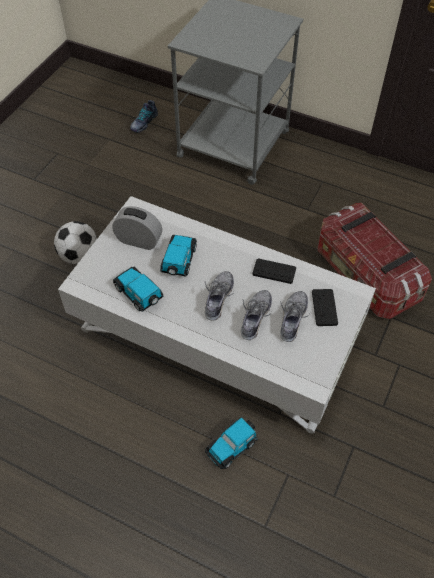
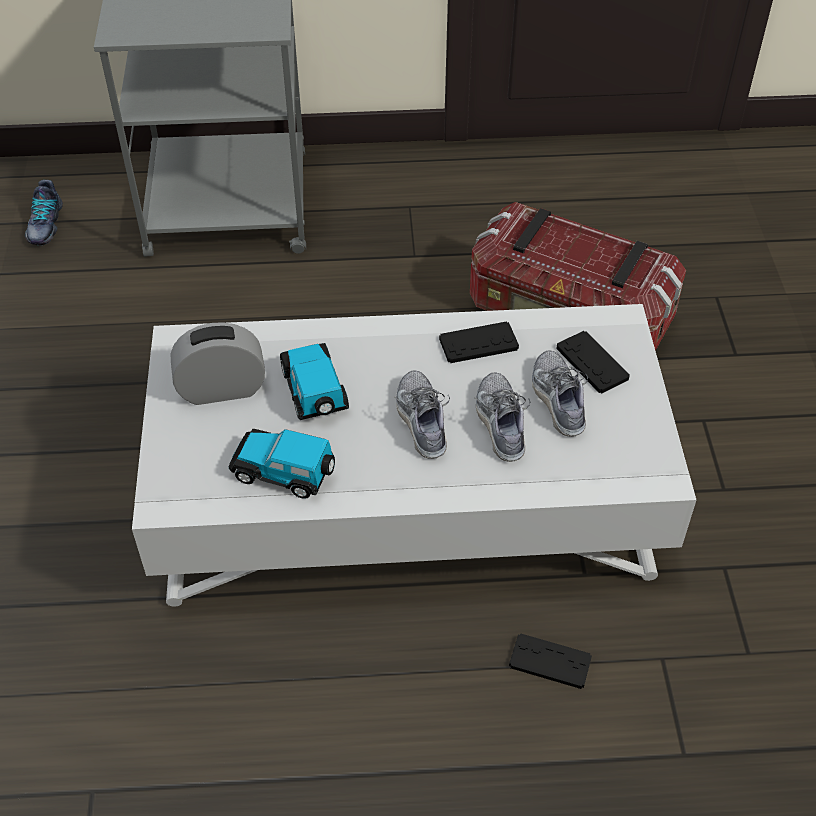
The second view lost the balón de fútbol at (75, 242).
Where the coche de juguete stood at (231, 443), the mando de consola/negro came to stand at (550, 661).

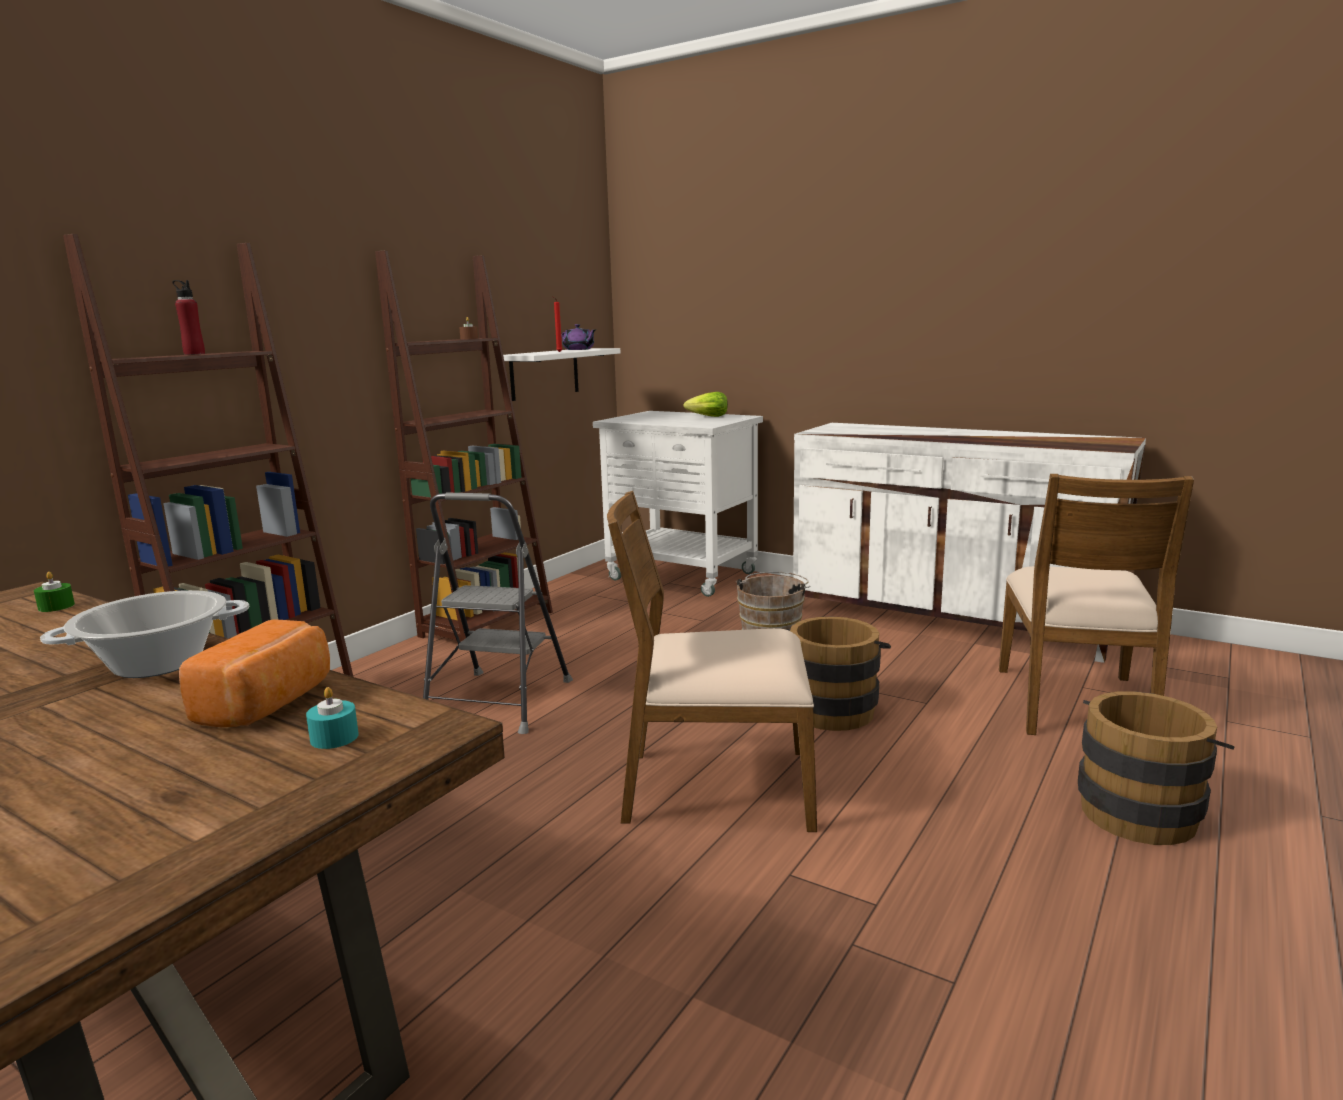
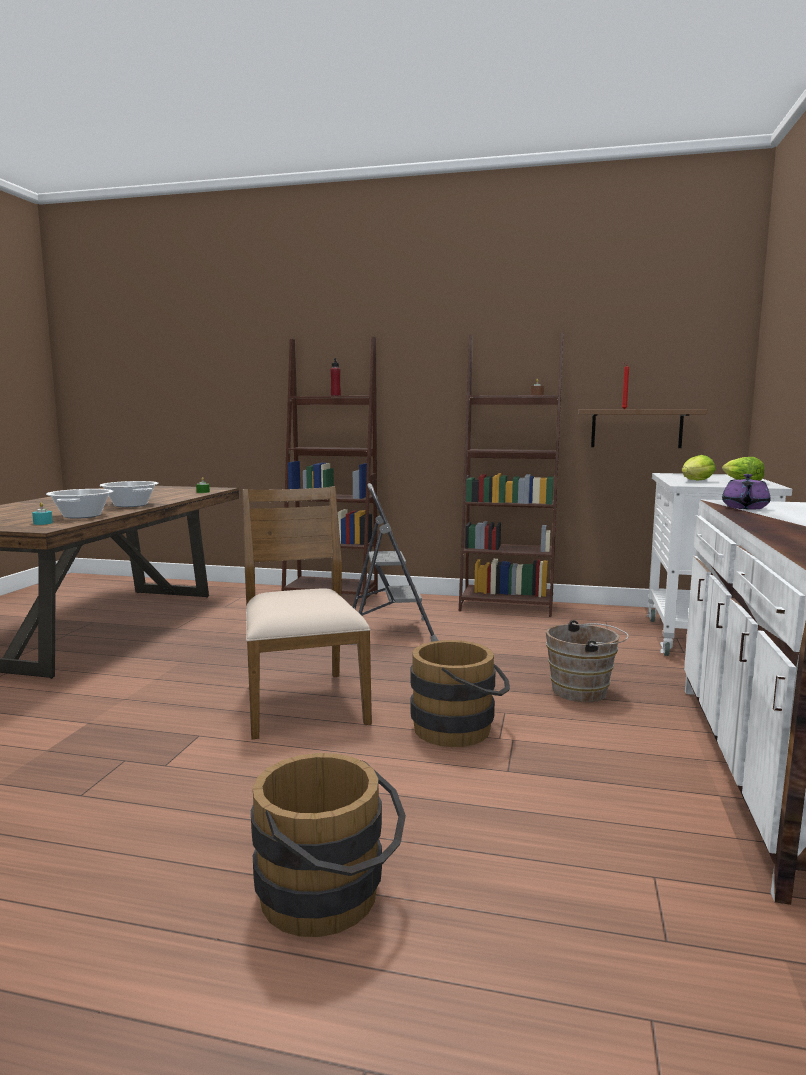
Where the pan stood at (254, 673), the olla came to stand at (79, 504).
What was the estante/blanco at (561, 374) turned into the estante/marrón at (642, 429).
The tetera/morado ended up elsewhere, having gone from (578, 337) to (746, 491).
The second view lost the silla/marrón at (1096, 604).
The second view gained the lechuga at (699, 468).

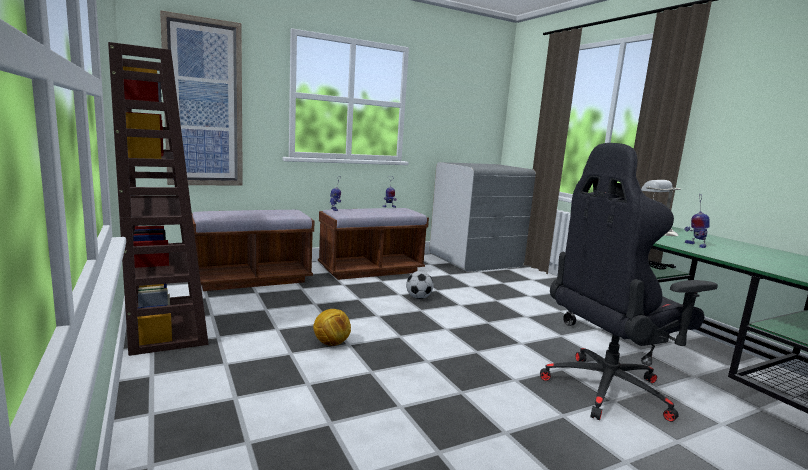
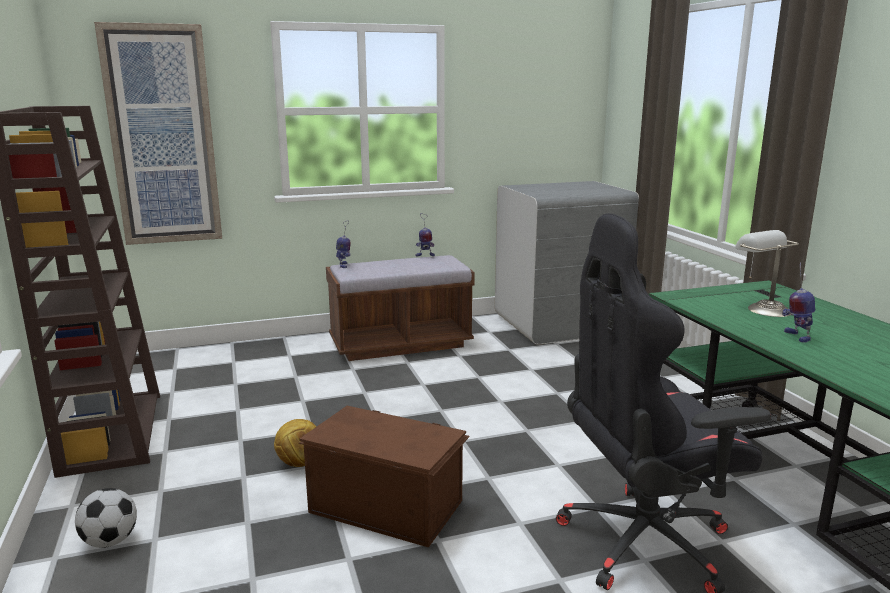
The second view lost the banco/marrón at (253, 250).
The balón de fútbol ended up elsewhere, having gone from (419, 285) to (106, 518).
The second view gained the caja de almacenaje/marrón at (384, 477).

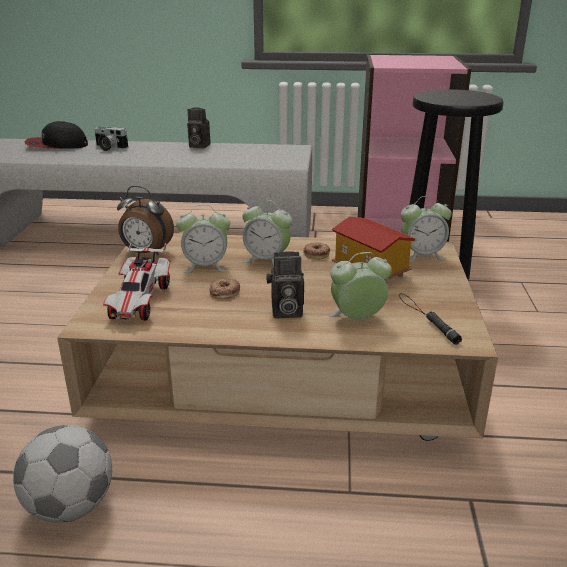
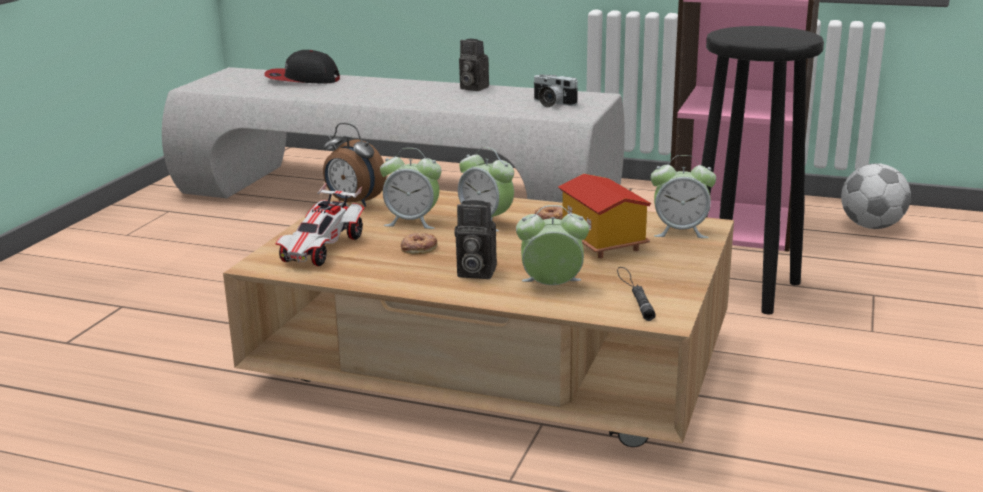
The balón de fútbol ended up elsewhere, having gone from (62, 474) to (876, 196).
The cámara ended up elsewhere, having gone from (111, 139) to (556, 91).

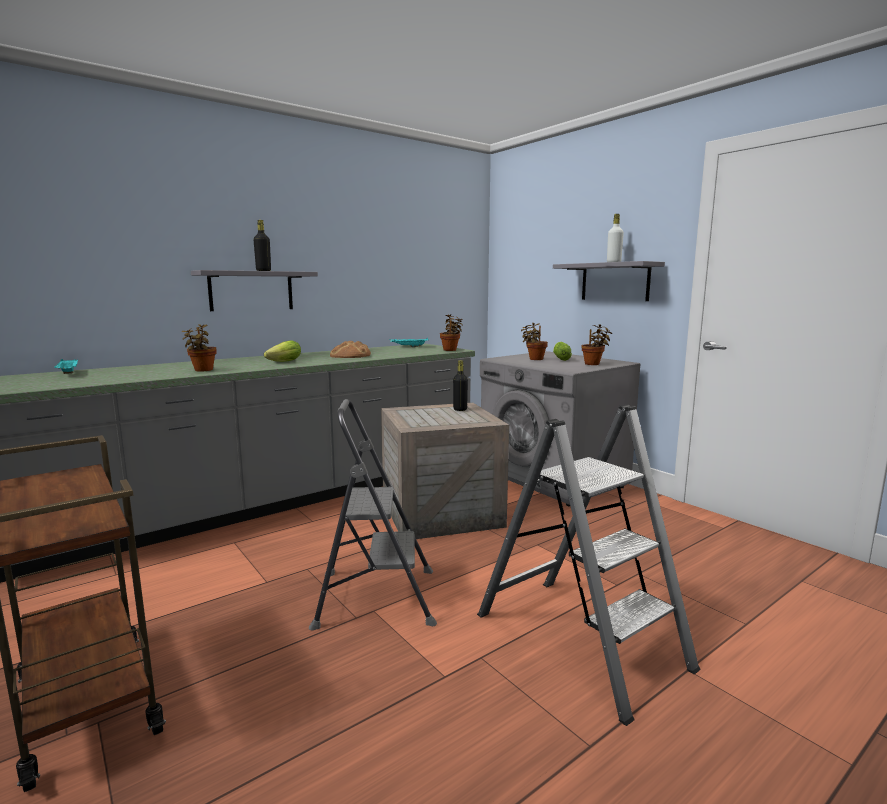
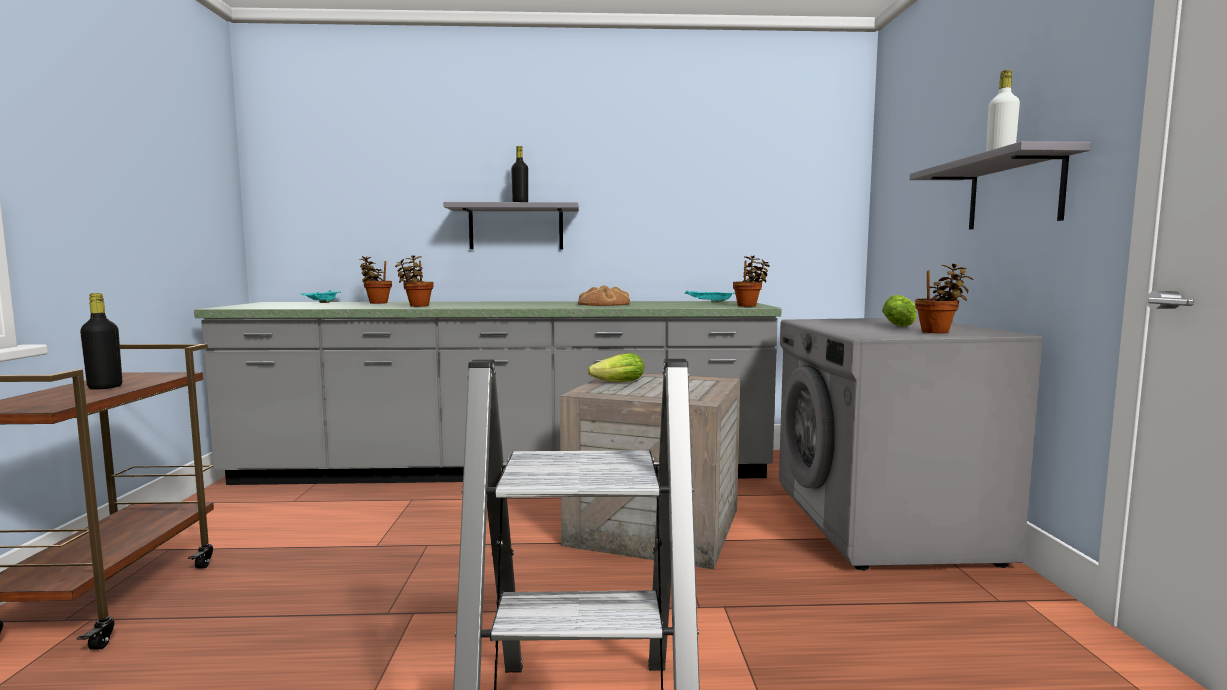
The lechuga ended up elsewhere, having gone from (282, 351) to (616, 367).
The second view lost the escalera de tijera/gris at (373, 514).
The botella/negro ended up elsewhere, having gone from (460, 385) to (101, 341).
The planta en maceta ended up elsewhere, having gone from (534, 341) to (375, 280).

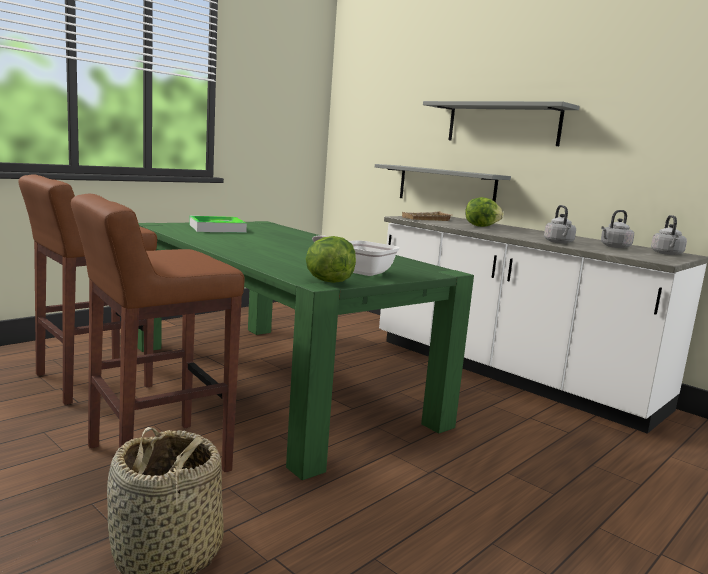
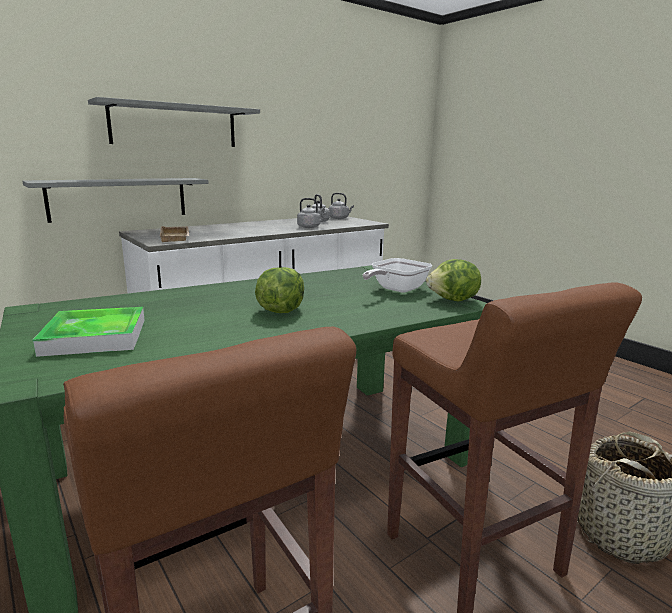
The lechuga ended up elsewhere, having gone from (484, 212) to (279, 290).

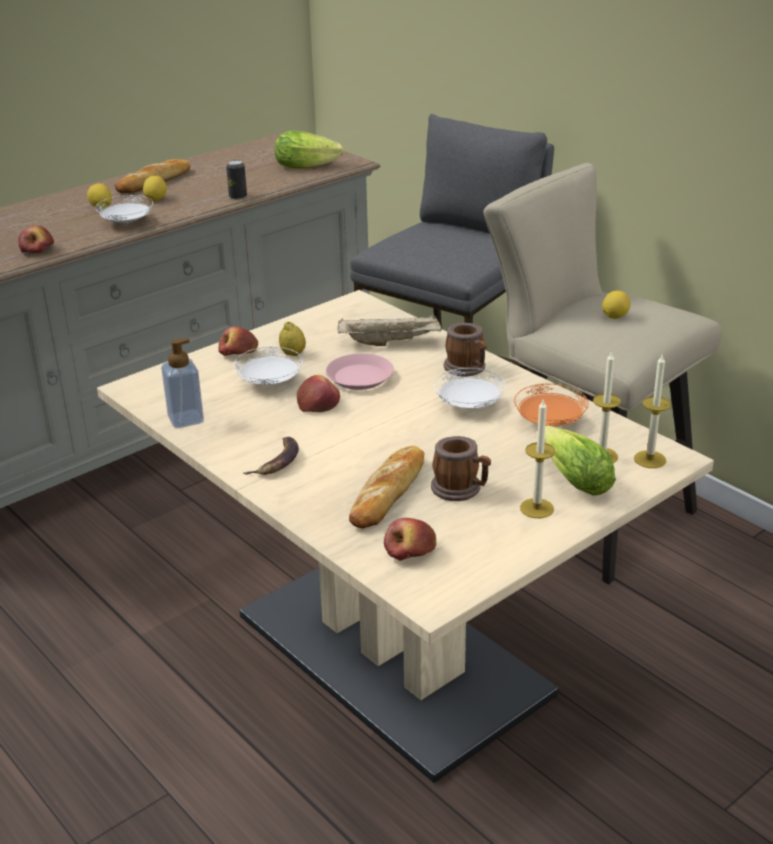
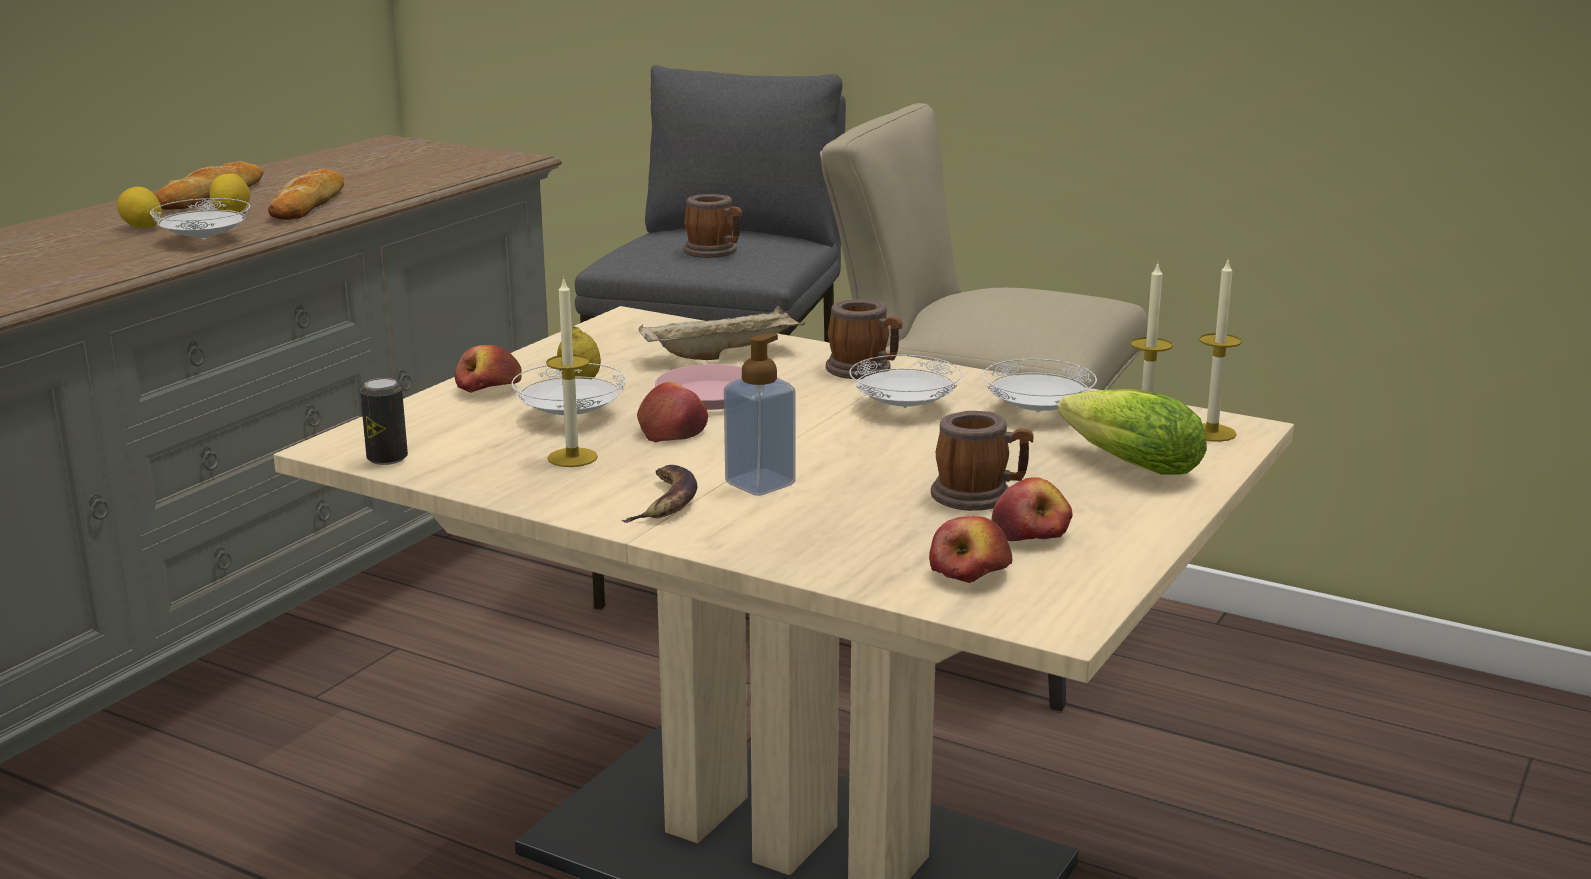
The manzana ended up elsewhere, having gone from (36, 239) to (1032, 509).
The dispensador de jabón ended up elsewhere, having gone from (182, 383) to (759, 414).
The lata ended up elsewhere, having gone from (236, 180) to (384, 421).
The second view lost the lechuga at (309, 150).
The pan ended up elsewhere, having gone from (387, 487) to (306, 194).
What was the plato/naranja at (551, 405) turned into the plato/blanco at (1040, 385).
The vela ended up elsewhere, having gone from (537, 458) to (572, 372).
The second view lost the limón at (616, 305).
The second view gained the taza grande at (712, 226).

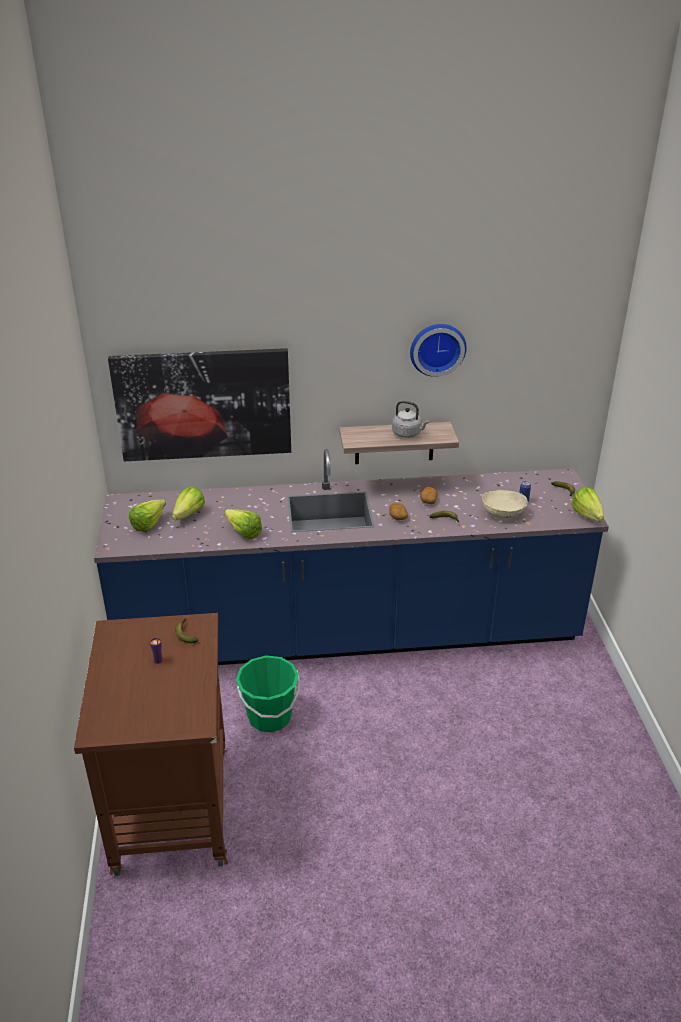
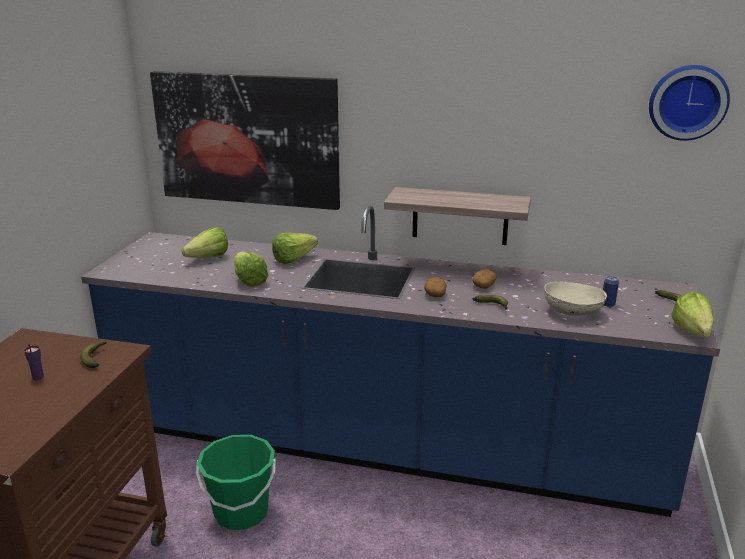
The lechuga ended up elsewhere, having gone from (147, 515) to (295, 248).
The second view lost the hervidor/gris at (410, 419).
The reloj de pared ended up elsewhere, having gone from (438, 350) to (689, 103).

